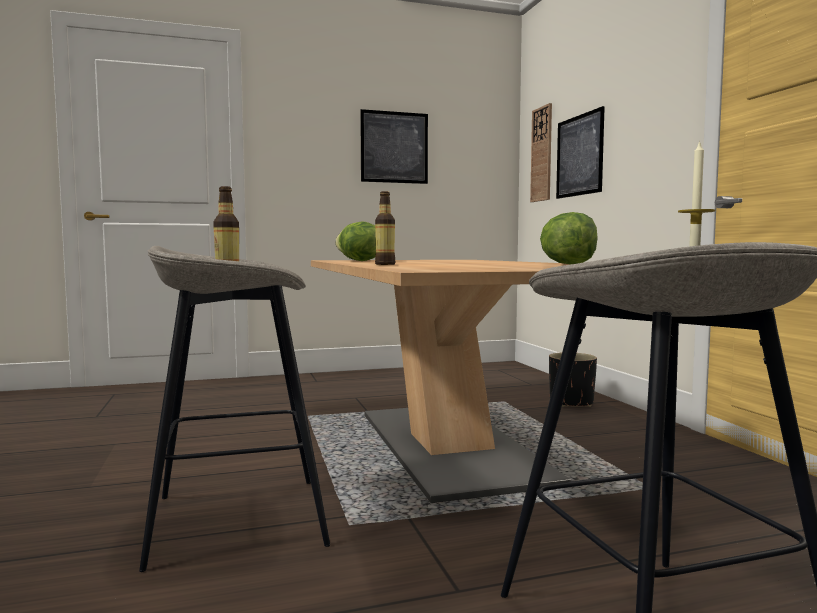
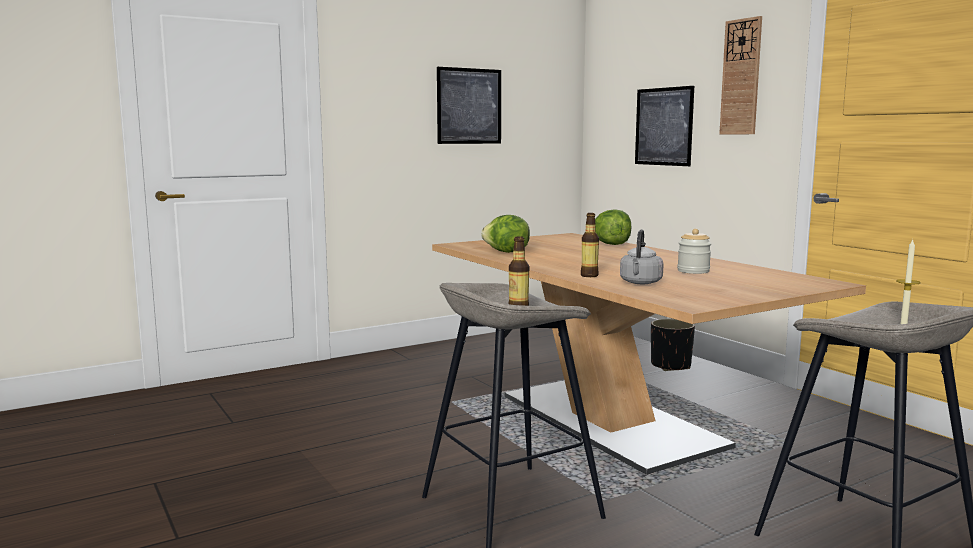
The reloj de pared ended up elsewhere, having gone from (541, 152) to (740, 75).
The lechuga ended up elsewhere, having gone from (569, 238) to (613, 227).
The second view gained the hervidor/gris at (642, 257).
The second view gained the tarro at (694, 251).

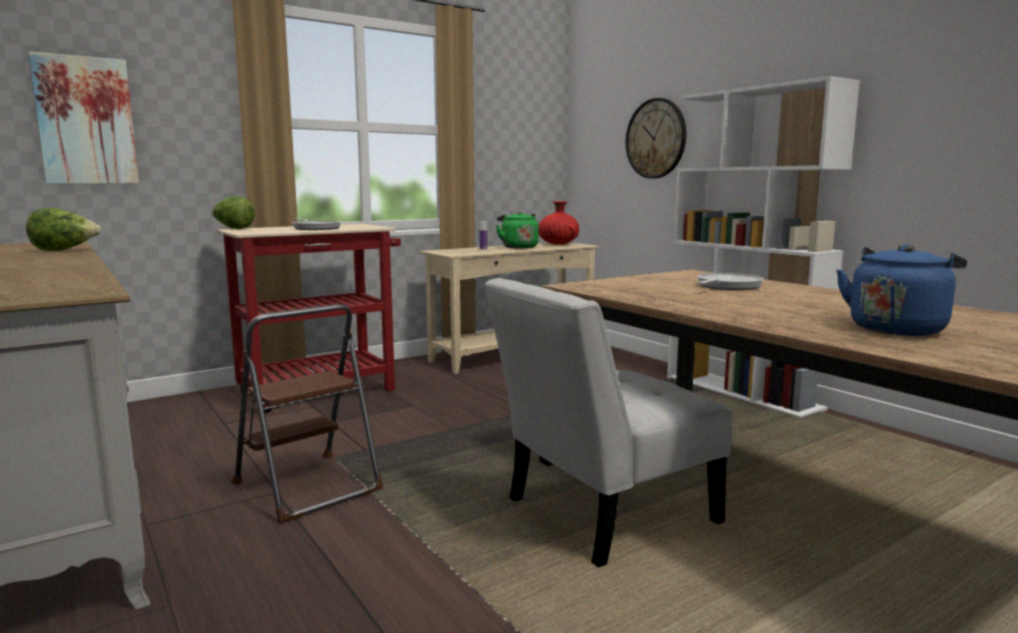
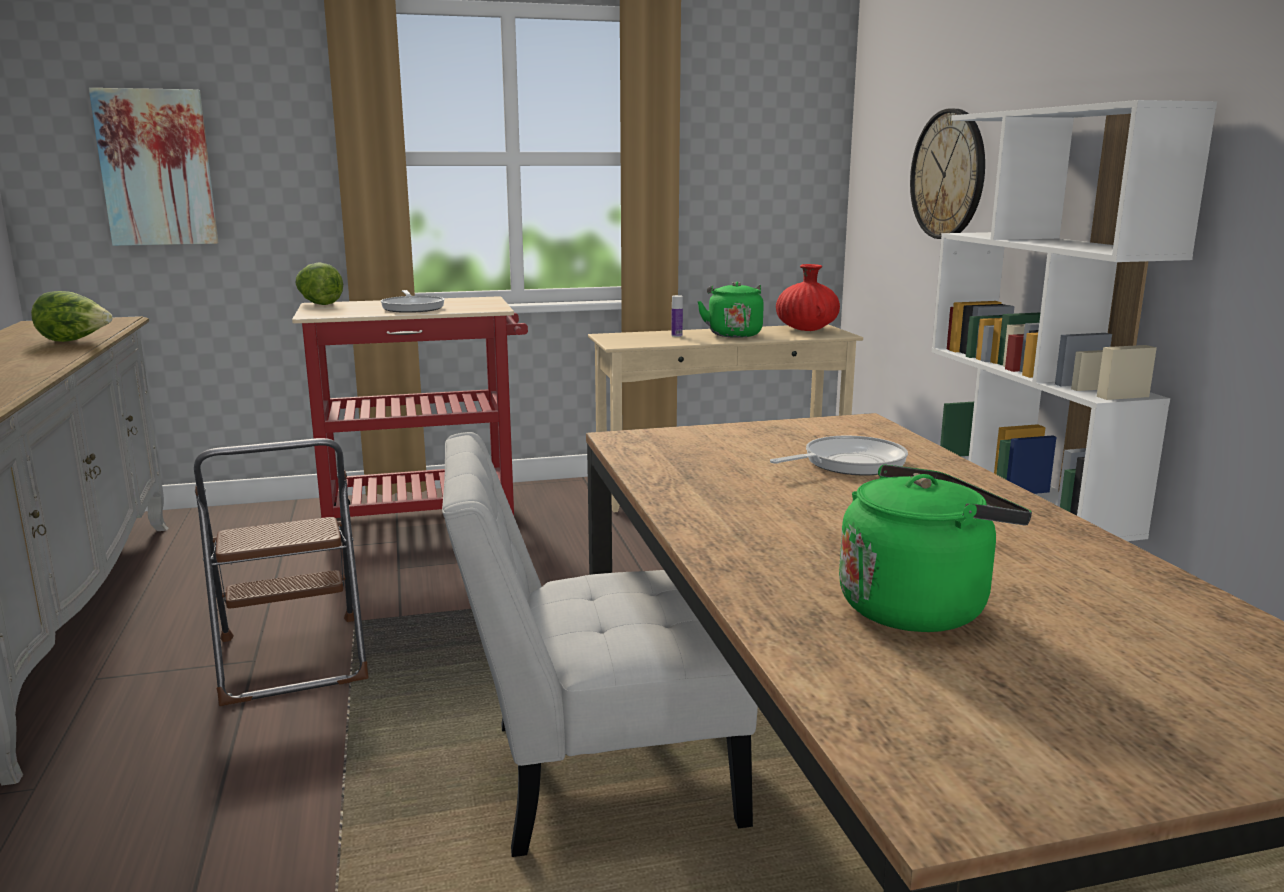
What was the hervidor/azul at (901, 290) turned into the hervidor/verde at (935, 548).

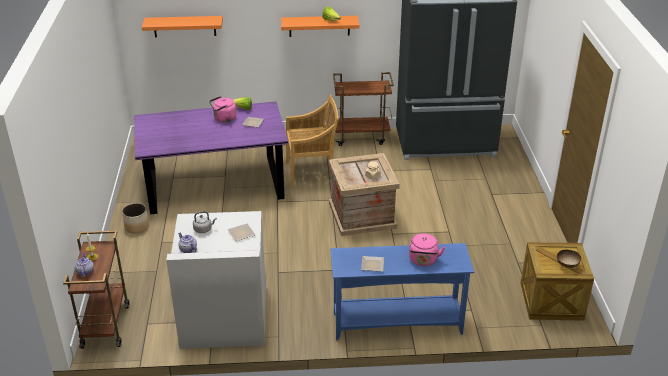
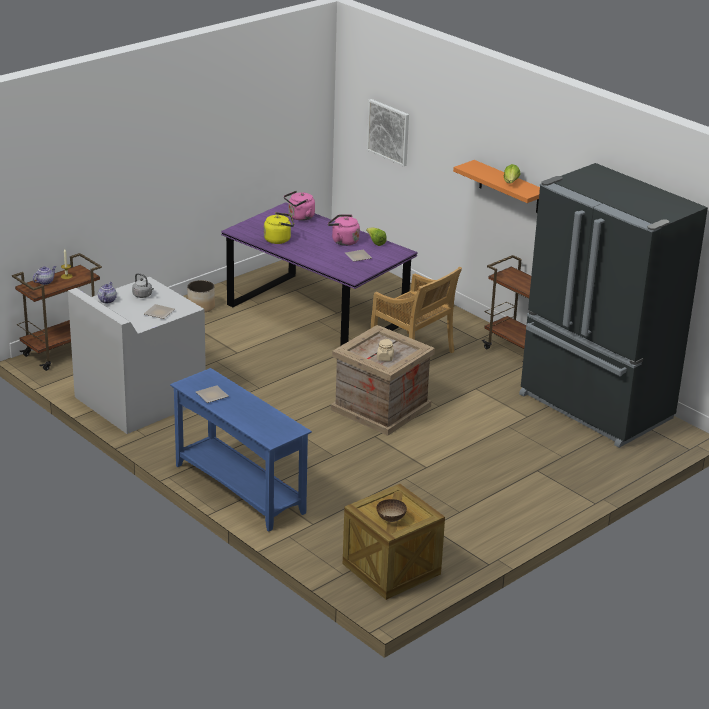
Where the estante/naranja hung at (182, 26), the cuadro came to hang at (388, 133).
The hervidor/rosa ended up elsewhere, having gone from (427, 249) to (299, 206).
The second view gained the hervidor/amarillo at (279, 228).

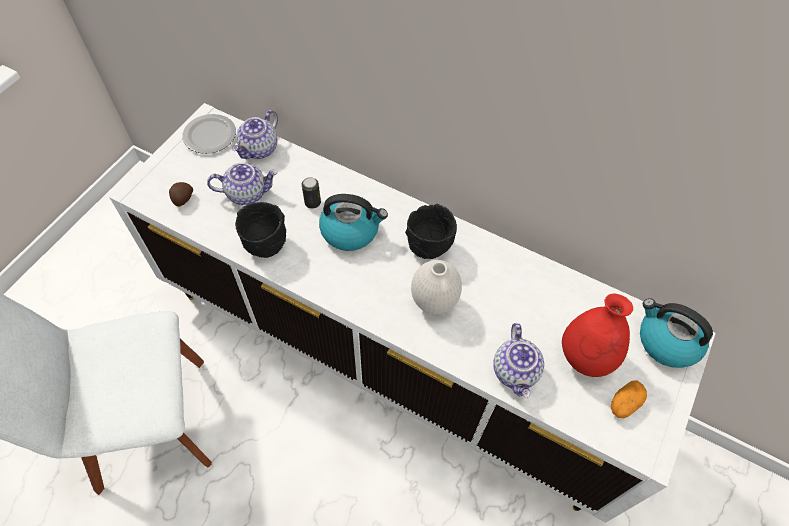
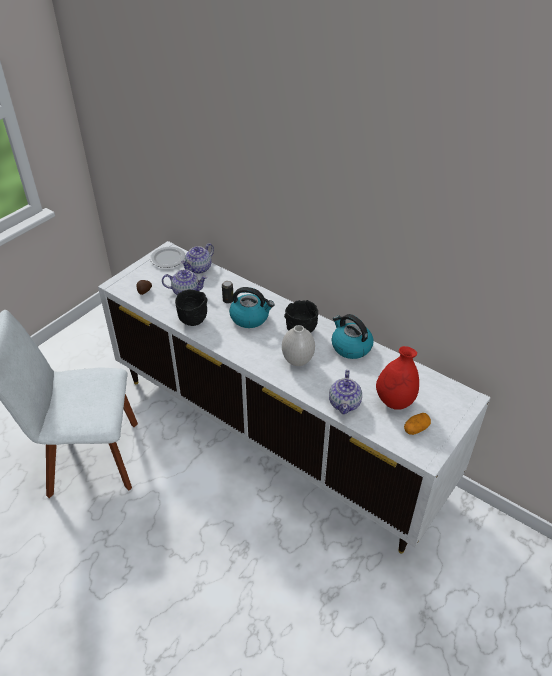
The hervidor ended up elsewhere, having gone from (676, 333) to (353, 336).

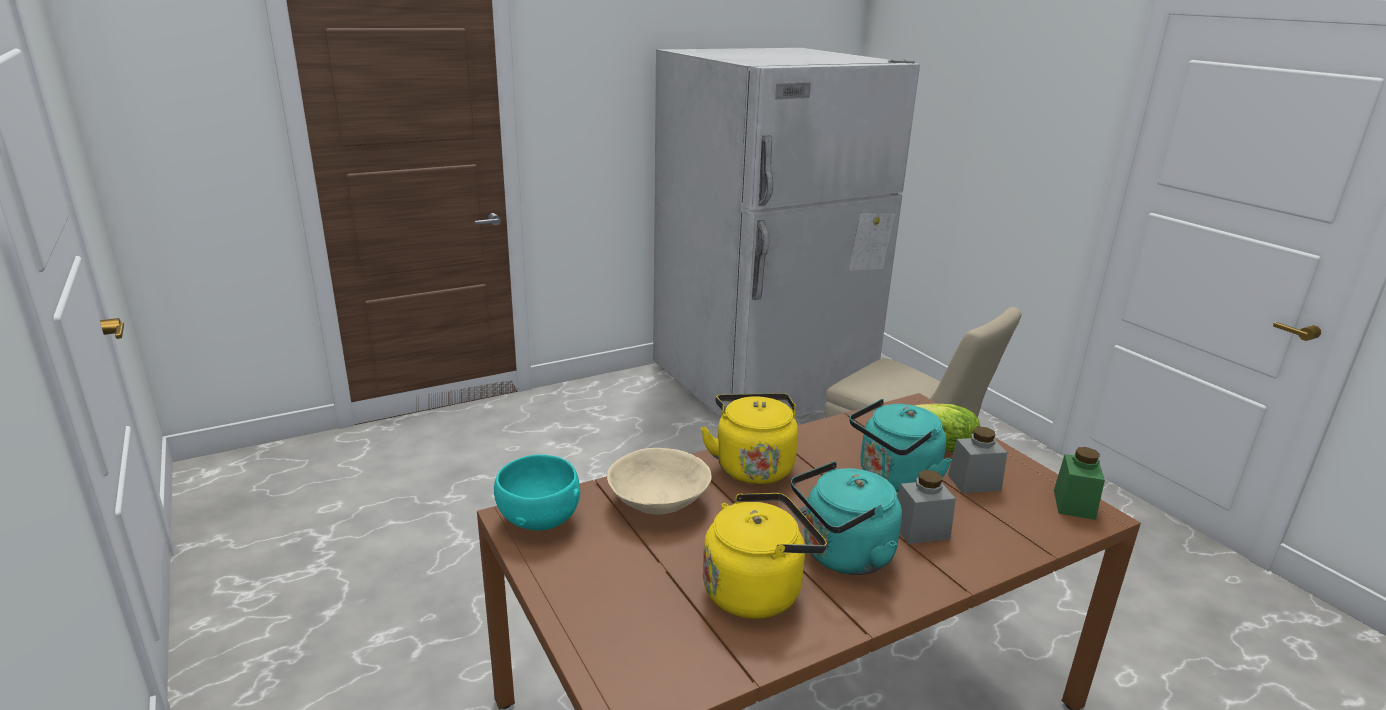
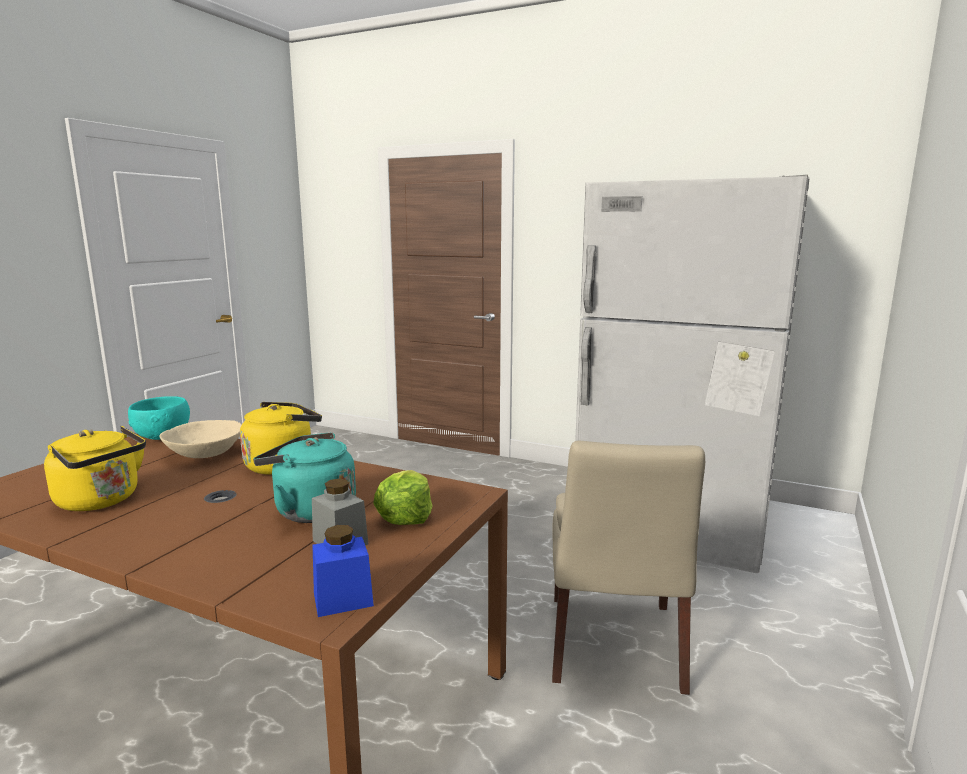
The second view lost the hervidor/turquesa at (846, 518).
The second view lost the tarro/gris at (927, 507).
What was the tarro/verde at (1079, 483) turned into the tarro/azul at (343, 571).

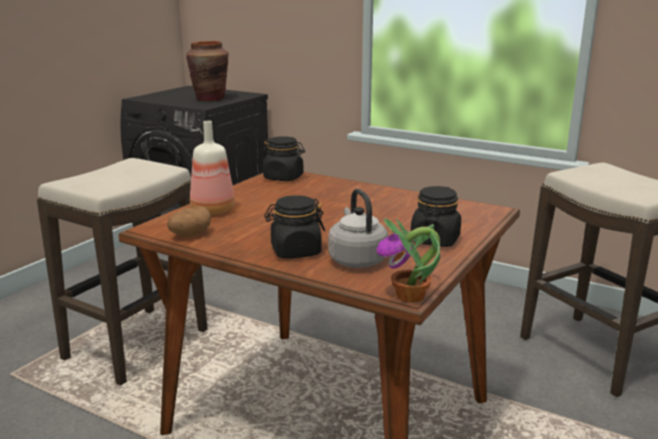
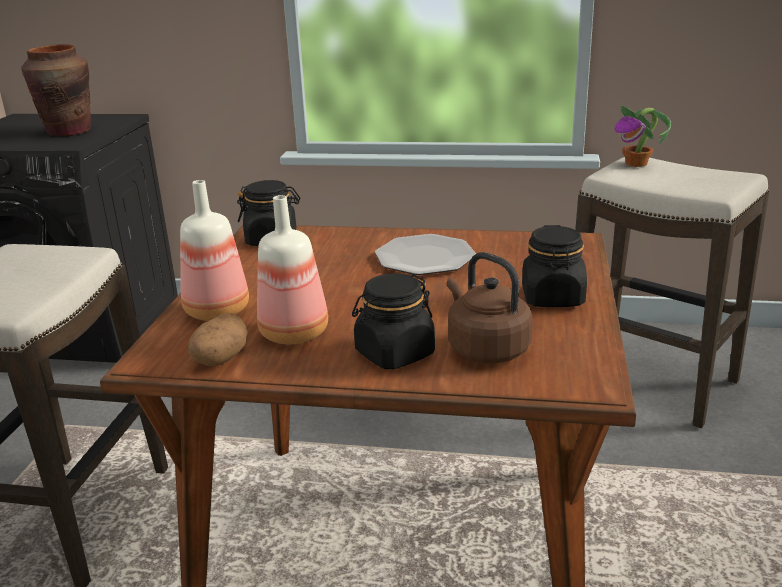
What was the hervidor/gris at (358, 228) turned into the hervidor/marrón at (489, 307).
The planta en maceta ended up elsewhere, having gone from (408, 260) to (642, 136).
The second view gained the botella at (292, 269).
The second view gained the plato at (425, 254).

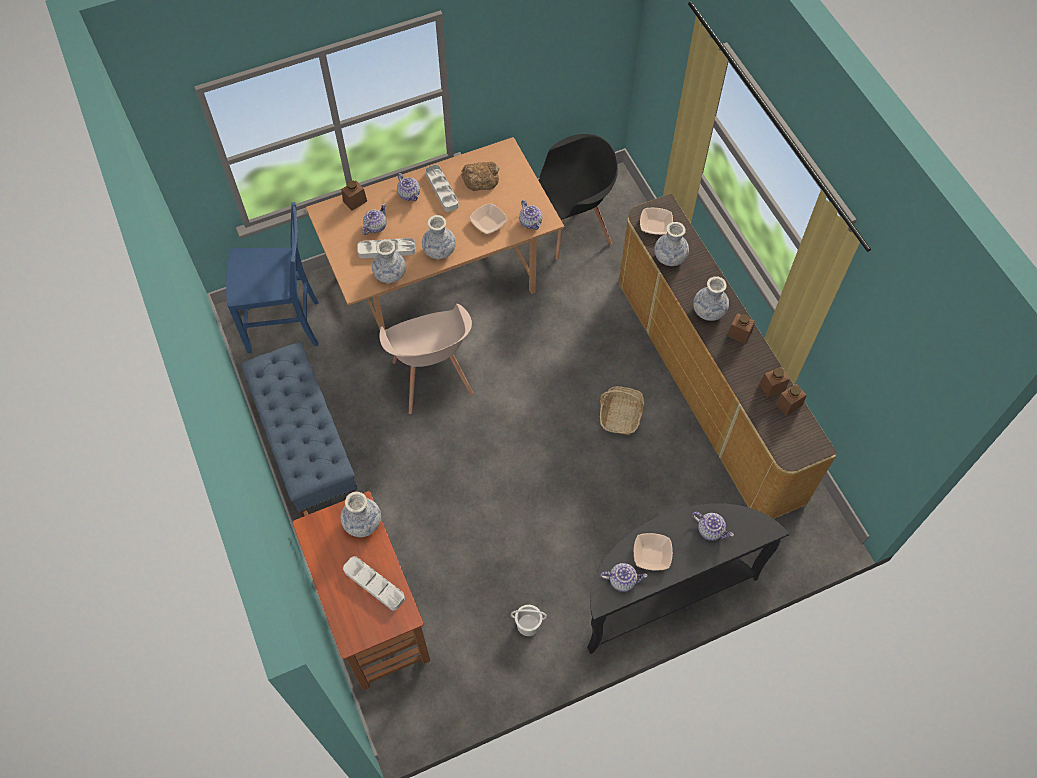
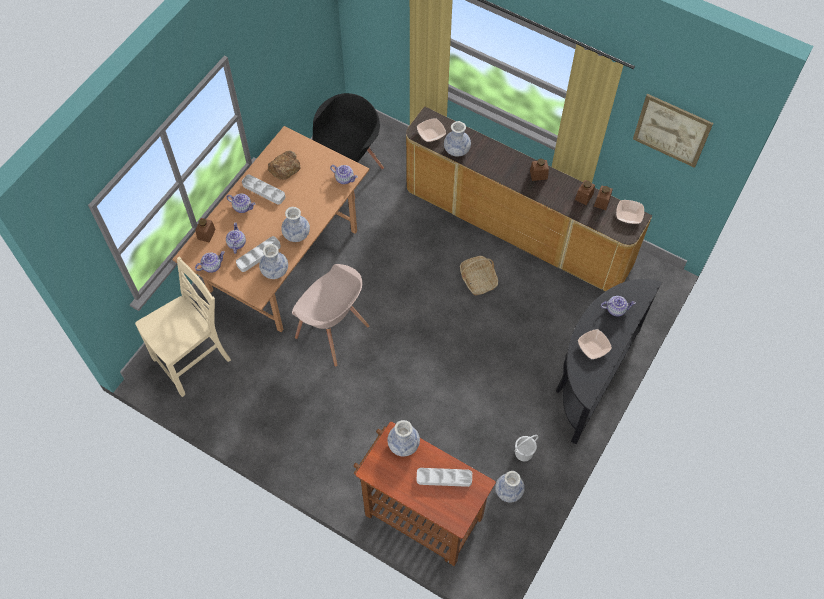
What was the silla/azul at (272, 277) turned into the silla/beis at (183, 327).
The second view lost the banco/azul at (299, 429).
The cuenco ended up elsewhere, having gone from (488, 218) to (630, 212).
The tetera ended up elsewhere, having gone from (624, 577) to (210, 262).
The florero ended up elsewhere, having gone from (711, 298) to (510, 486).
The second view gained the cuadro at (673, 131).

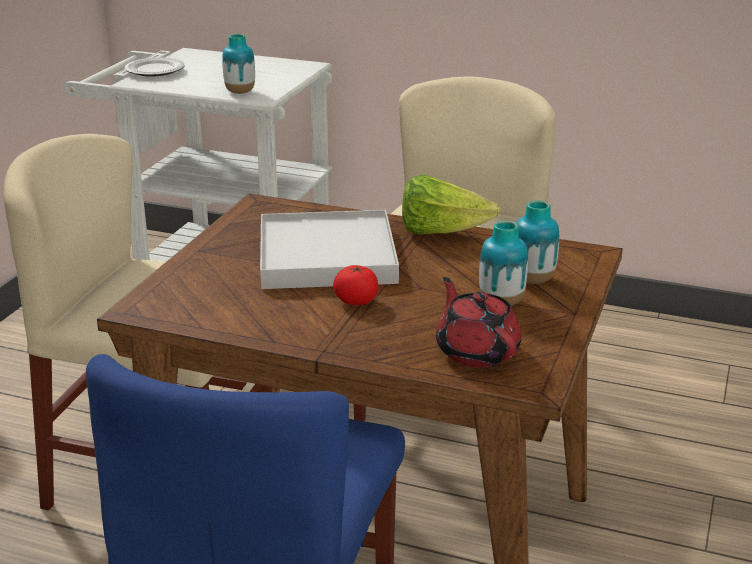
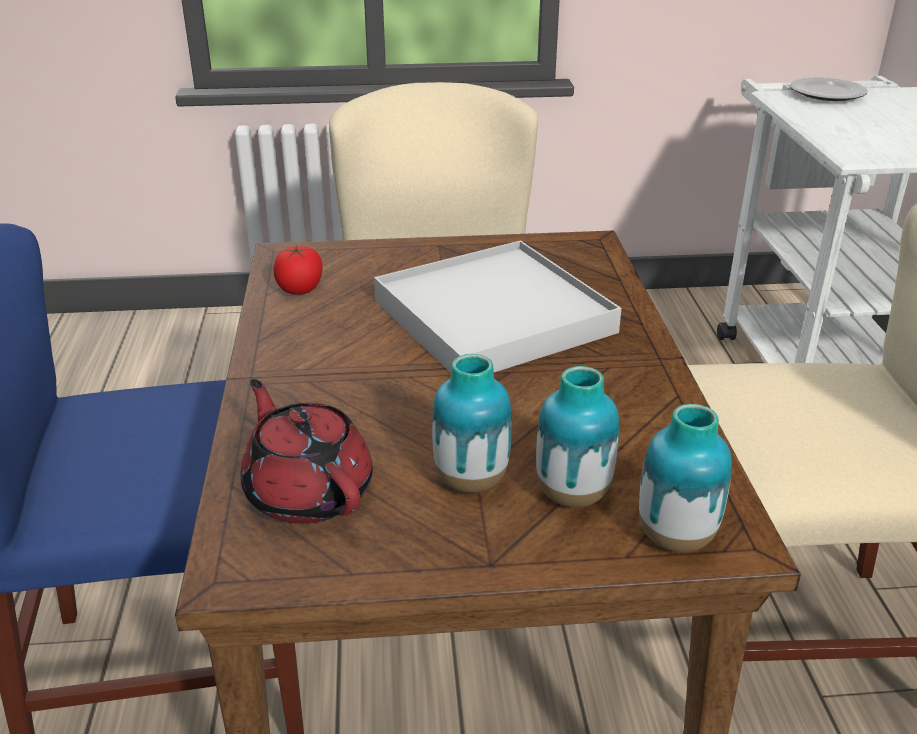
The florero ended up elsewhere, having gone from (238, 64) to (685, 478).
The tomate ended up elsewhere, having gone from (355, 285) to (298, 270).
The second view lost the lechuga at (451, 204).
The tetera/rojo at (478, 322) ended up facing another way, 75 degrees counterclockwise from before.

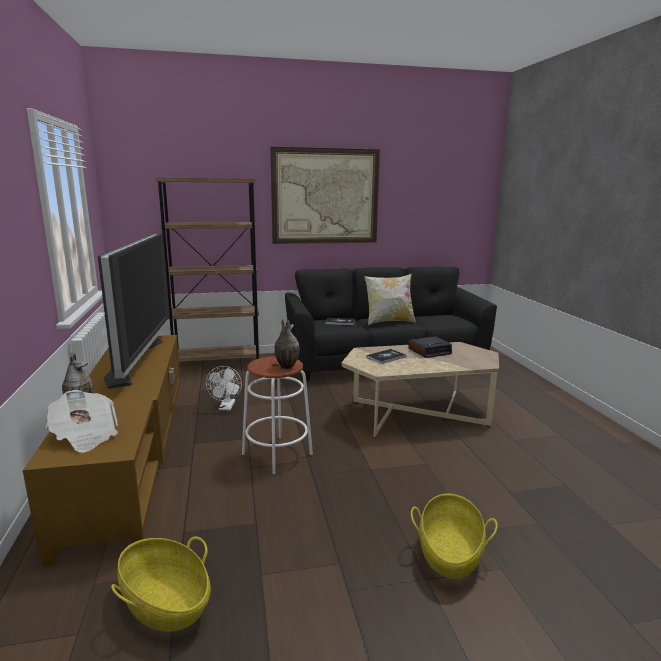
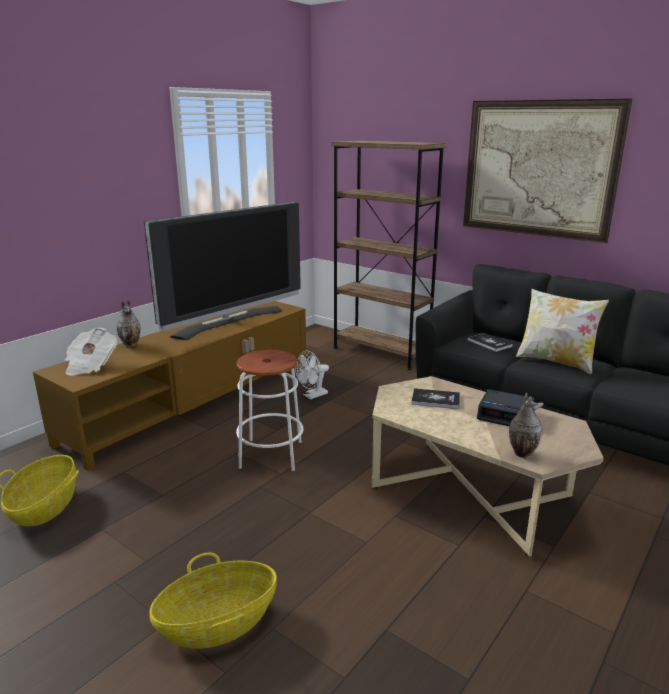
The florero ended up elsewhere, having gone from (287, 344) to (526, 425).

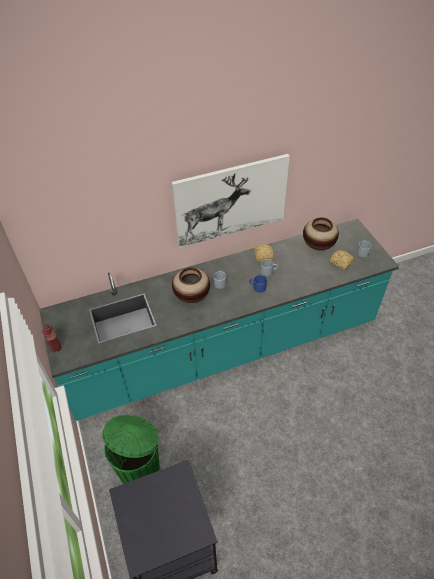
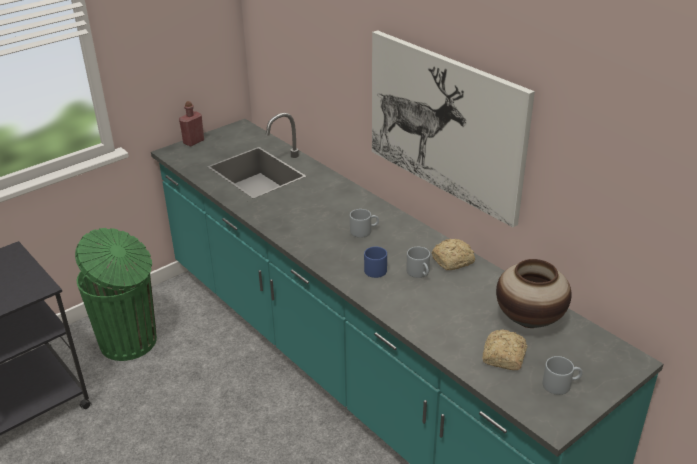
The second view lost the florero at (191, 285).

